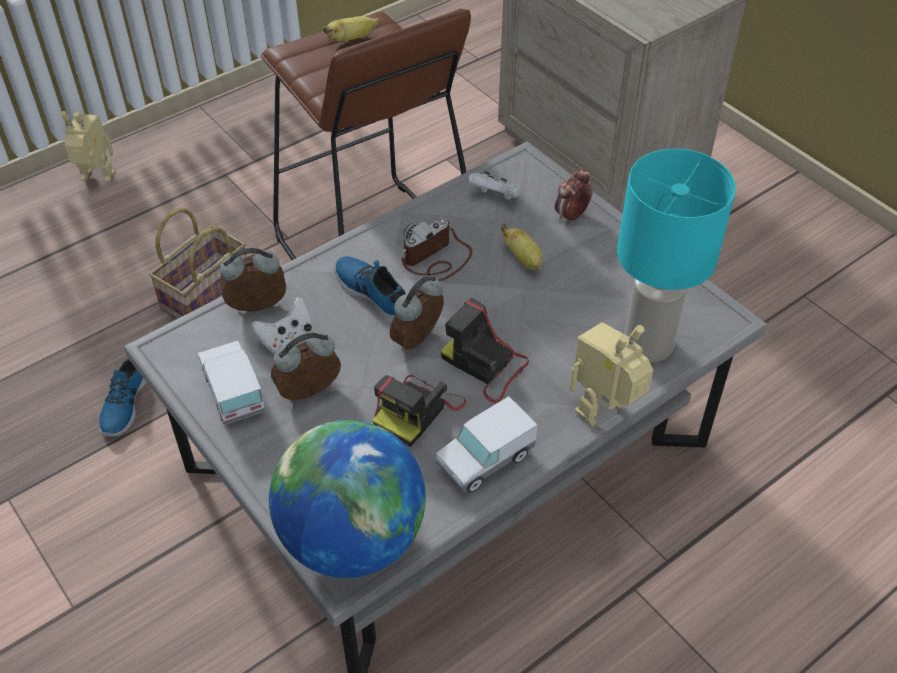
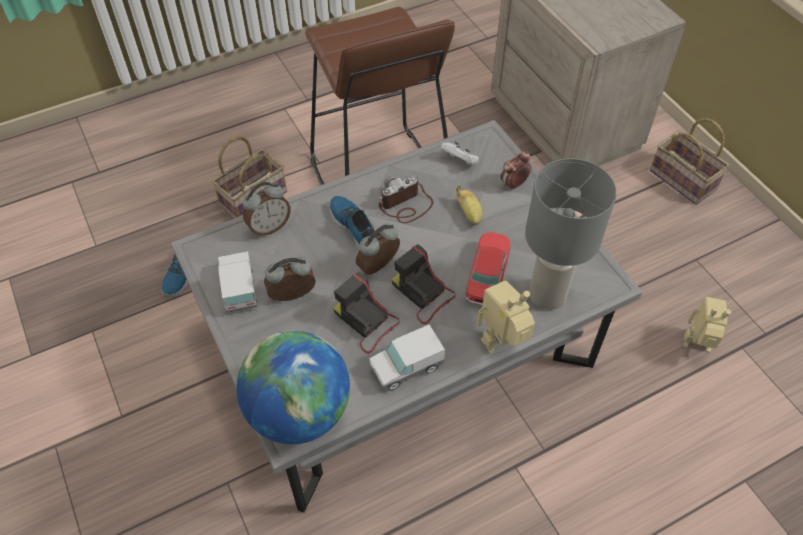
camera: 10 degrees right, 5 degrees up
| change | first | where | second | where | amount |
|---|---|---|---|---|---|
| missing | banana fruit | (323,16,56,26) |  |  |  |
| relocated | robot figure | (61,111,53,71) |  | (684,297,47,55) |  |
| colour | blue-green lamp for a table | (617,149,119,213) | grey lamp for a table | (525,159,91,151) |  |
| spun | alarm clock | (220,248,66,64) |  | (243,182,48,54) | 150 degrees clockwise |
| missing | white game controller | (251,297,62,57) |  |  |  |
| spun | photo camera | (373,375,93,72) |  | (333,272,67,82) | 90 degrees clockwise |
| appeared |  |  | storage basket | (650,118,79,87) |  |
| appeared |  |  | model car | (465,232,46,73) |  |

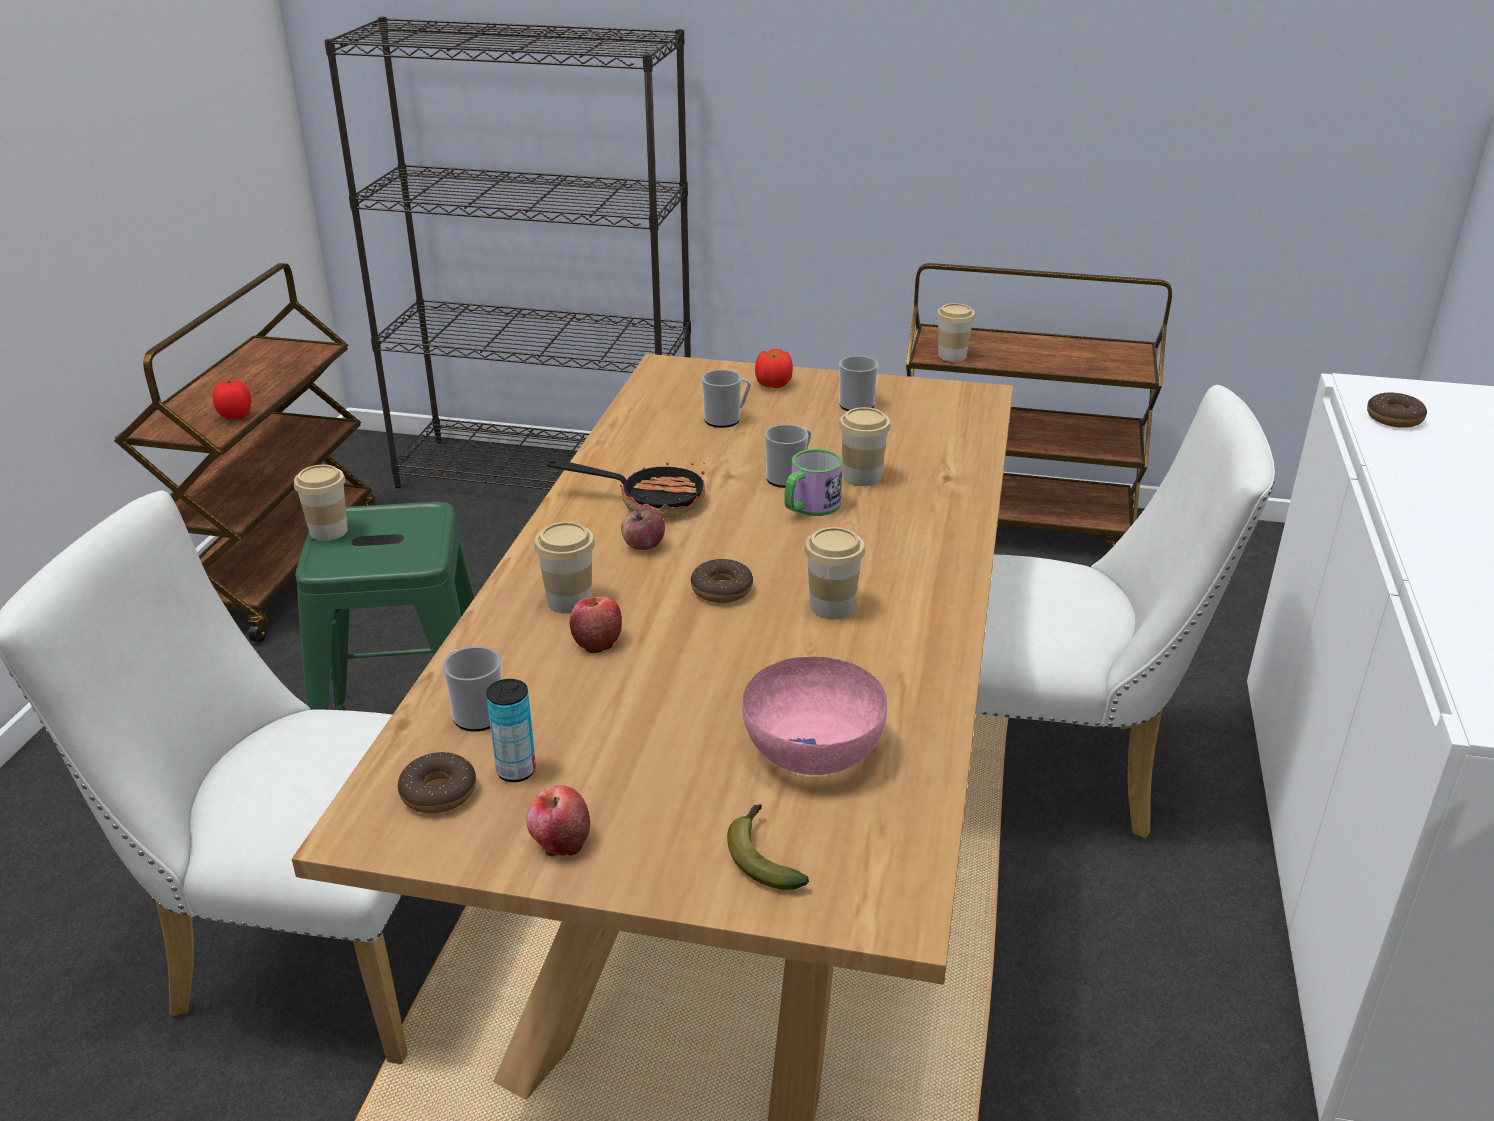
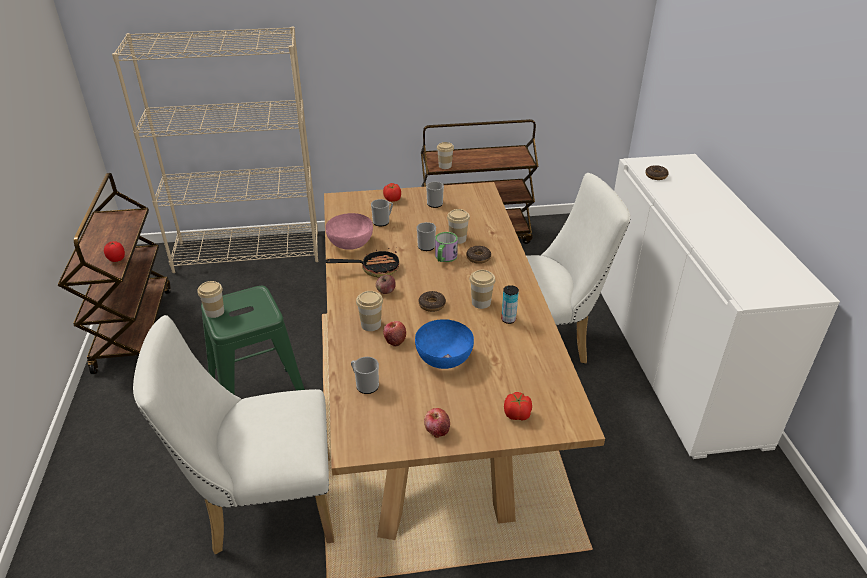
camera: 20 degrees left, 5 degrees up
| change | first | where | second | where | amount |
|---|---|---|---|---|---|
| colour | blackish bookshelf | (324,17,367,473) | sand-coloured bookshelf | (112,27,206,246) |  |
| relocated | pinkish deep dish | (742,657,145,118) |  | (326,213,47,37) |  |
| relocated | can | (486,679,50,103) |  | (501,285,18,39) |  |
| relocated | donut | (398,752,78,61) |  | (466,246,25,18) |  |
| exchanged | banana fruit | (727,804,82,86) | whole tomato | (504,392,28,29) |  |
| appeared |  |  | blue deep dish | (415,319,59,50) |  |

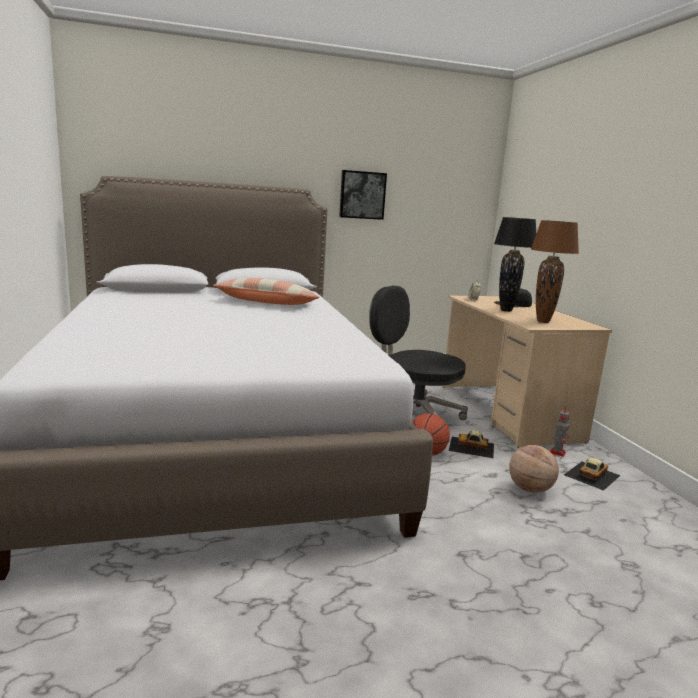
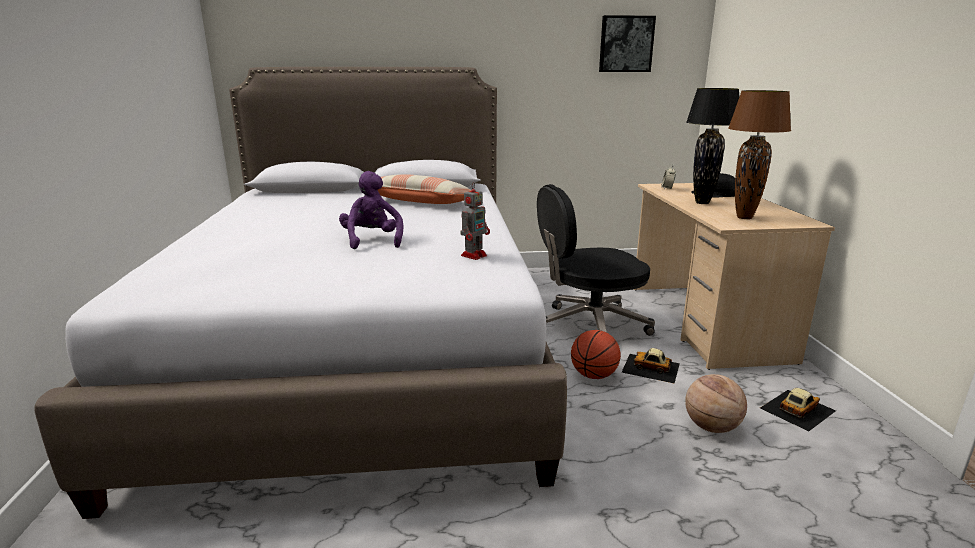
camera: 10 degrees right, 5 degrees up
| change | first | where | second | where | amount |
|---|---|---|---|---|---|
| relocated | picture | (339,170,48,50) |  | (599,15,57,57) |  |
| spun | blackish office chair | (369,286,99,134) |  | (537,184,118,152) | 60 degrees counterclockwise |
| relocated | robot figure | (550,407,20,50) |  | (461,182,29,78) |  |
| appeared |  |  | purple cuddly toy | (339,171,65,78) |  |

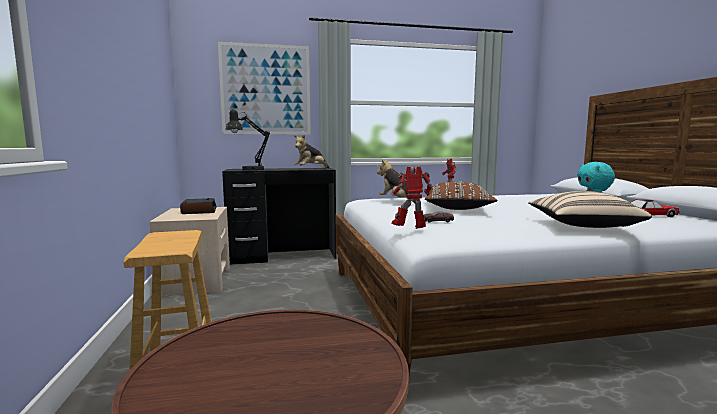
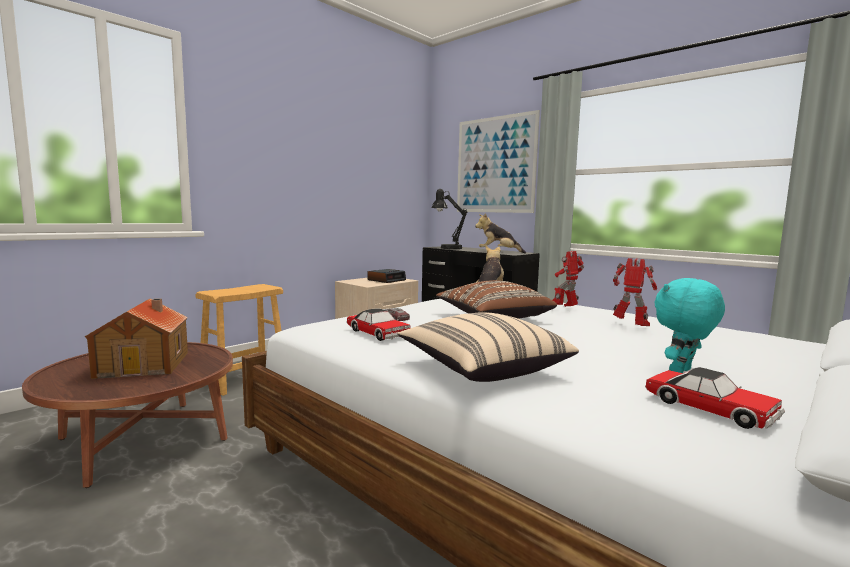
camera: 55 degrees right, 0 degrees up
| change | first | where | second | where | amount |
|---|---|---|---|---|---|
| relocated | robot figure | (392,167,40,62) |  | (613,258,44,68) |  |
| appeared |  |  | model house | (84,299,104,80) |  |
| appeared |  |  | model car | (347,309,63,32) |  |

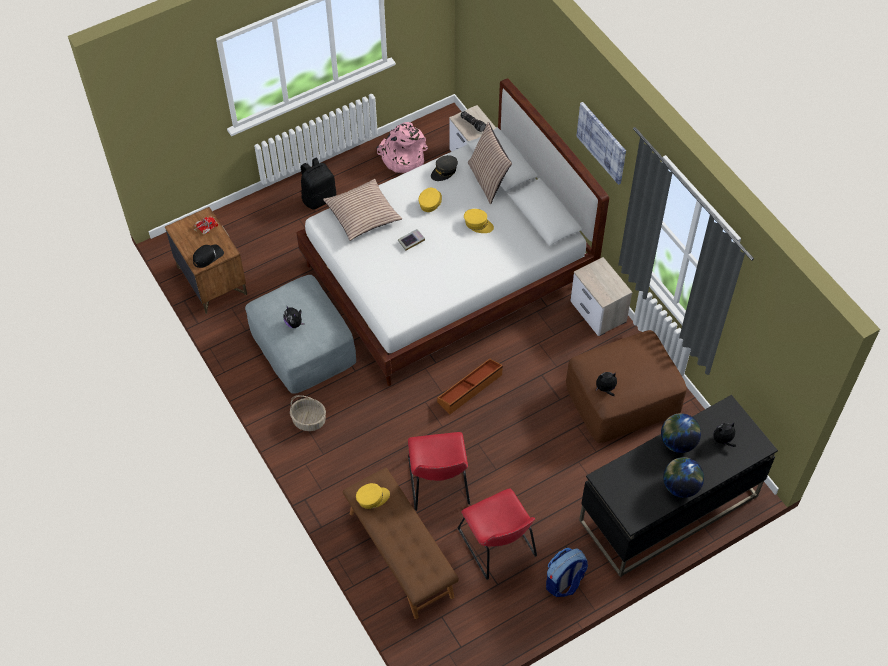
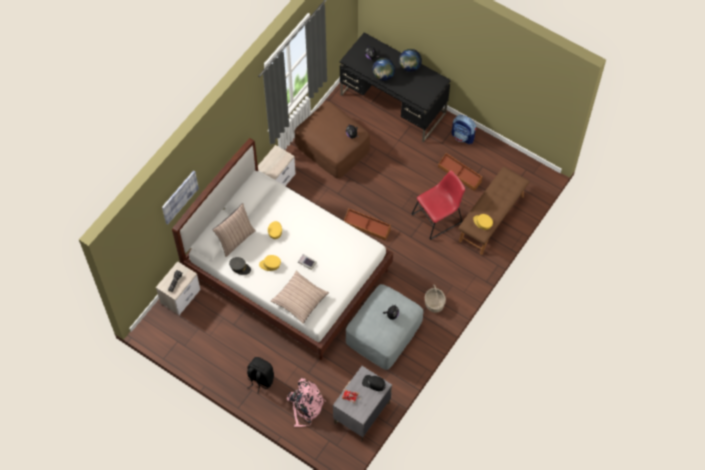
camera: 115 degrees left, 5 degrees up
| change | first | where | second | where | amount |
|---|---|---|---|---|---|
| relocated | picture | (576,102,50,83) |  | (162,170,37,55) |  |
| relocated | pinkish rucksack | (376,122,52,51) |  | (287,378,39,49) |  |
| colour | brownish night table | (165,207,82,107) | grey night table | (333,366,59,76) |  |
| exchanged | reddish plain chair | (458,488,79,92) | brownish storage bin | (438,153,44,38) |  |

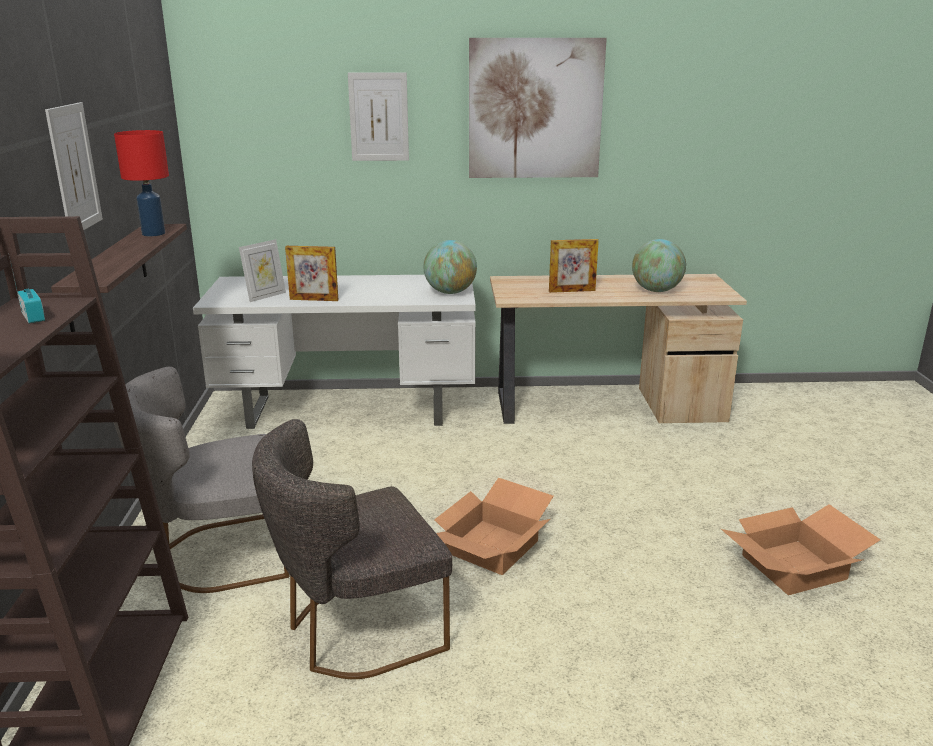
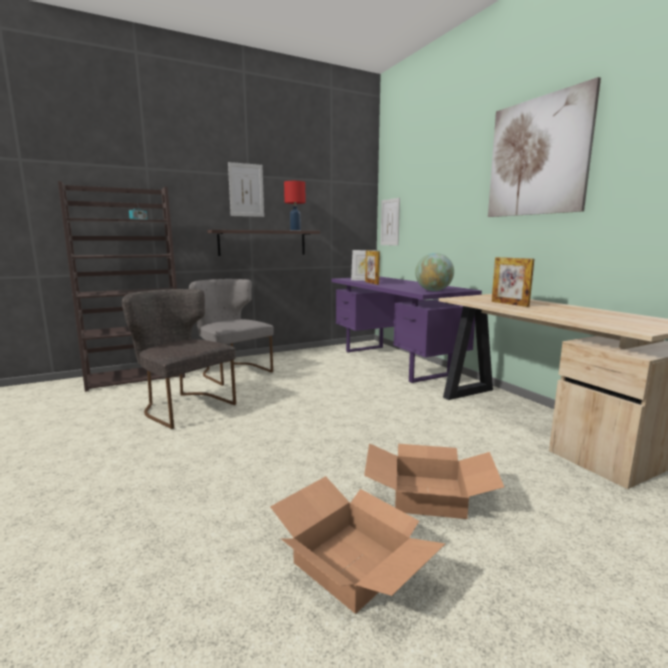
camera: 65 degrees right, 10 degrees down
| change | first | where | second | where | amount |
|---|---|---|---|---|---|
| relocated | picture | (348,72,61,89) |  | (381,198,19,48) |  |
| missing | desk globe | (632,239,54,53) |  |  |  |
| colour | white desk table | (193,275,283,154) | purple desk table | (331,276,151,107) |  |
| relocated | packing box | (434,478,120,97) |  | (364,443,140,76) |  |

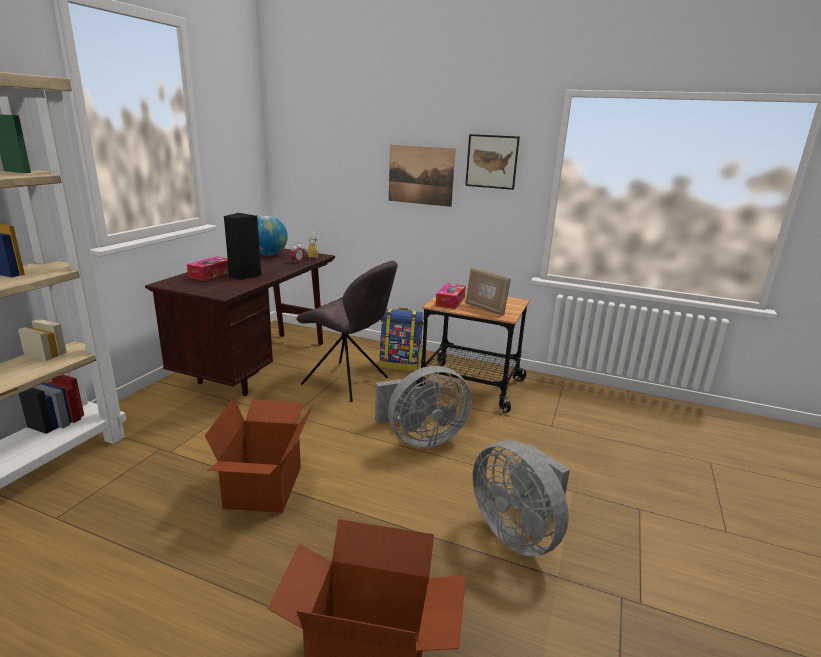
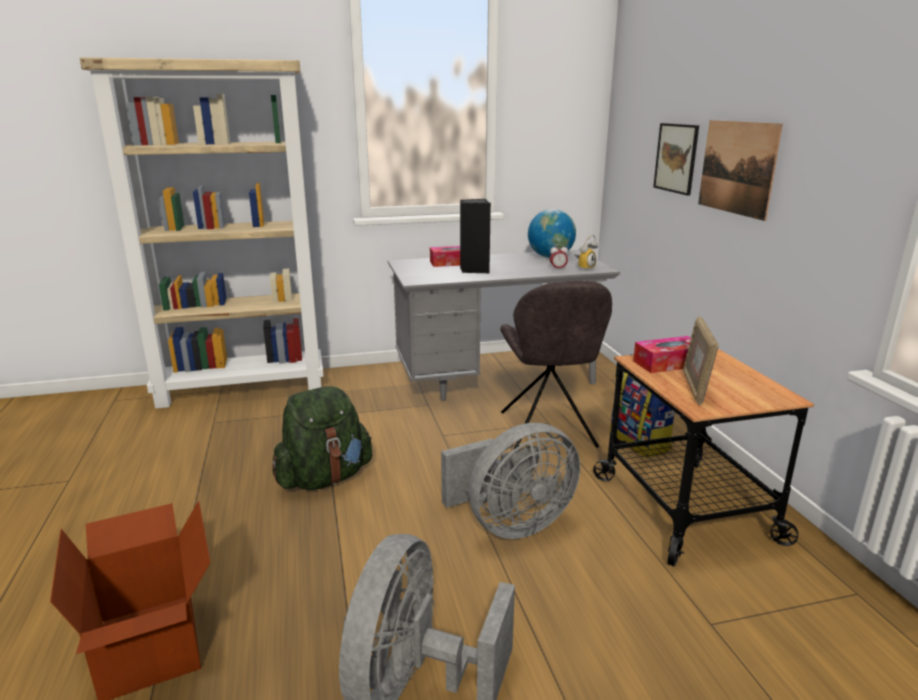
camera: 55 degrees right, 0 degrees up
| change | first | where | second | where | amount |
|---|---|---|---|---|---|
| relocated | picture | (465,134,55,56) |  | (653,123,46,73) |  |
| colour | brownish desk table | (145,248,190,148) | grey desk table | (387,250,233,151) |  |
| spun | grey fan | (375,366,97,82) |  | (441,423,139,116) | 60 degrees counterclockwise |
| exchanged | packing box | (205,397,109,116) | green-coloured rucksack | (272,386,100,104) |  |

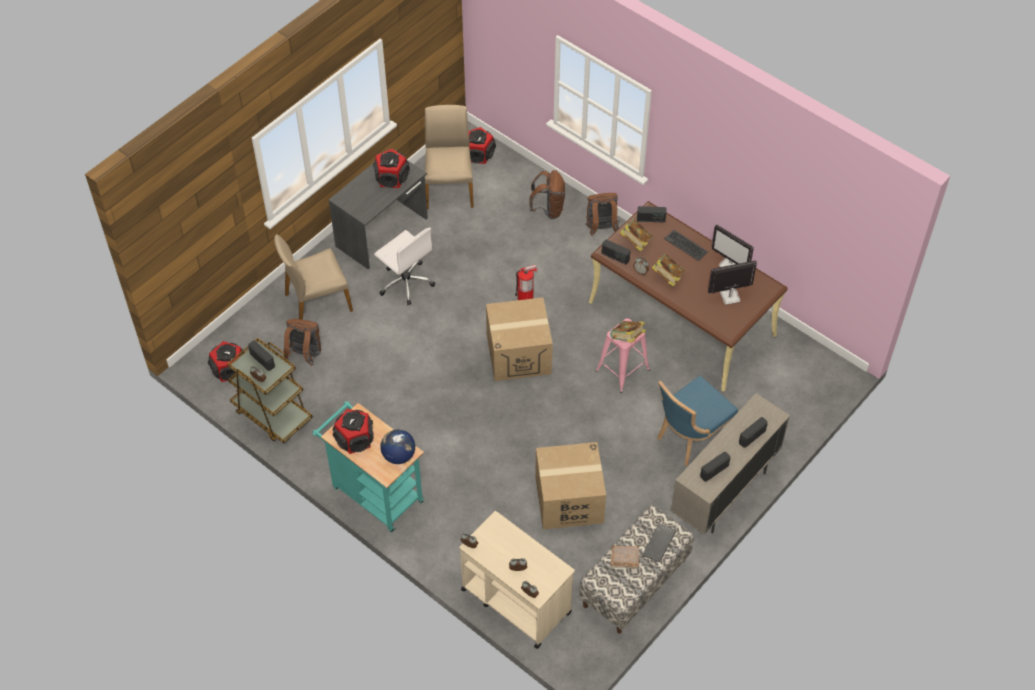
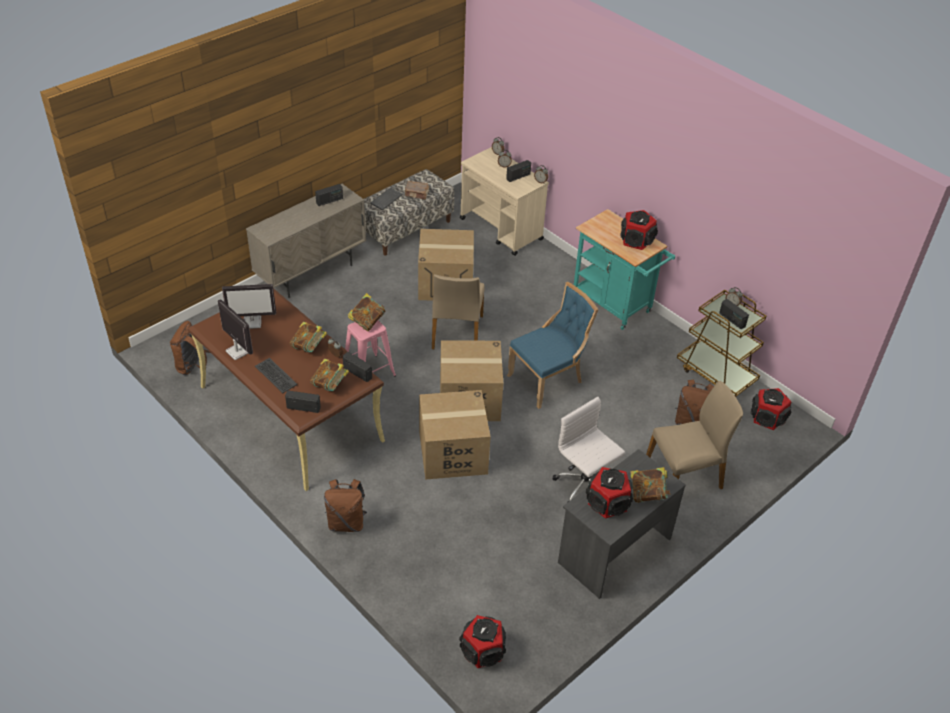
camera: 175 degrees left, 10 degrees down
| change | first | where | second | where | amount |
|---|---|---|---|---|---|
| relocated | sand-coloured plain chair | (425,105,49,104) |  | (432,274,53,75) |  |
| relocated | brownish rucksack | (529,170,36,49) |  | (170,321,40,54) |  |
| exchanged | fire extinguisher | (515,264,22,36) | packing box | (419,390,72,90) |  |
| relocated | blue plain chair | (657,376,81,90) |  | (507,282,92,127) |  |
| relocated | radio set | (739,417,29,31) |  | (506,160,25,22) |  |
| missing | desk globe | (380,429,35,35) |  |  |  |
| appeared |  |  | bound book | (630,467,40,36) |  |

